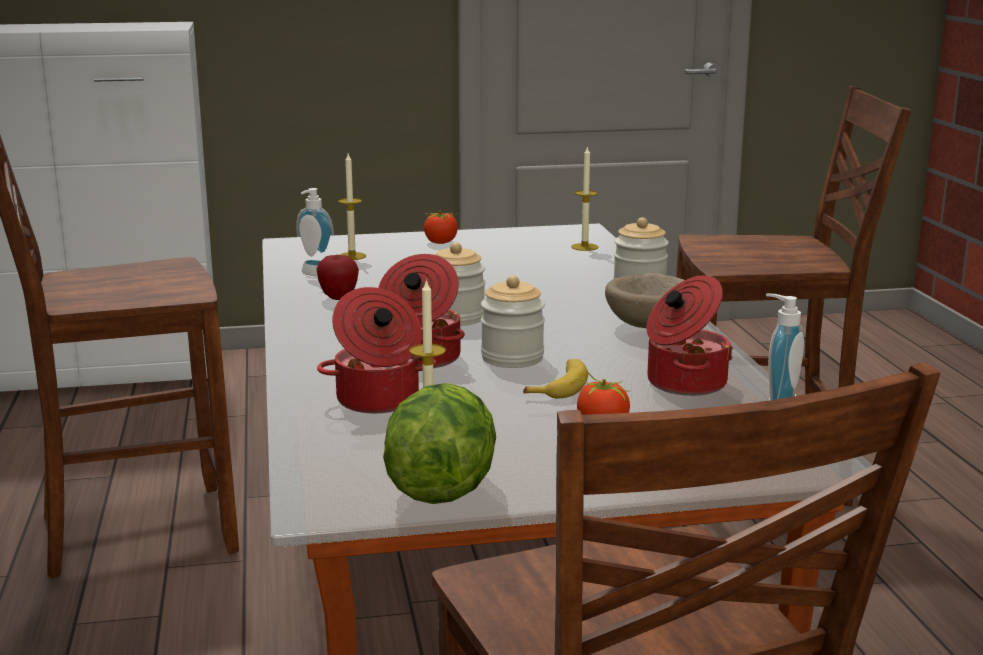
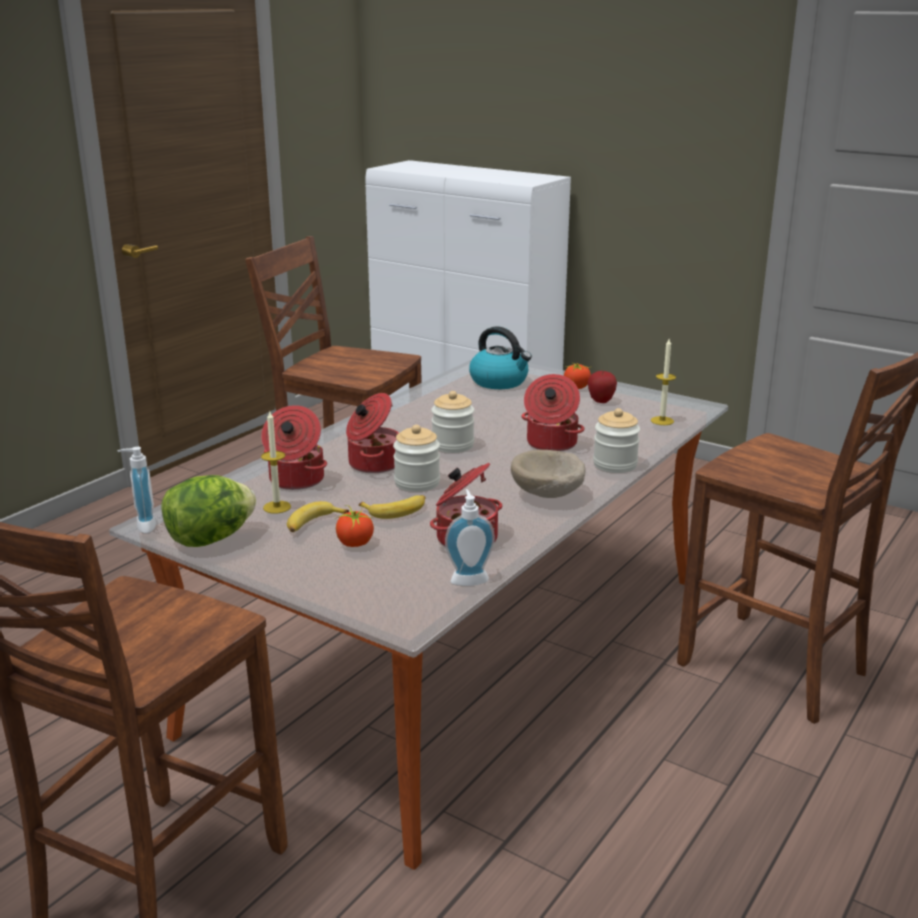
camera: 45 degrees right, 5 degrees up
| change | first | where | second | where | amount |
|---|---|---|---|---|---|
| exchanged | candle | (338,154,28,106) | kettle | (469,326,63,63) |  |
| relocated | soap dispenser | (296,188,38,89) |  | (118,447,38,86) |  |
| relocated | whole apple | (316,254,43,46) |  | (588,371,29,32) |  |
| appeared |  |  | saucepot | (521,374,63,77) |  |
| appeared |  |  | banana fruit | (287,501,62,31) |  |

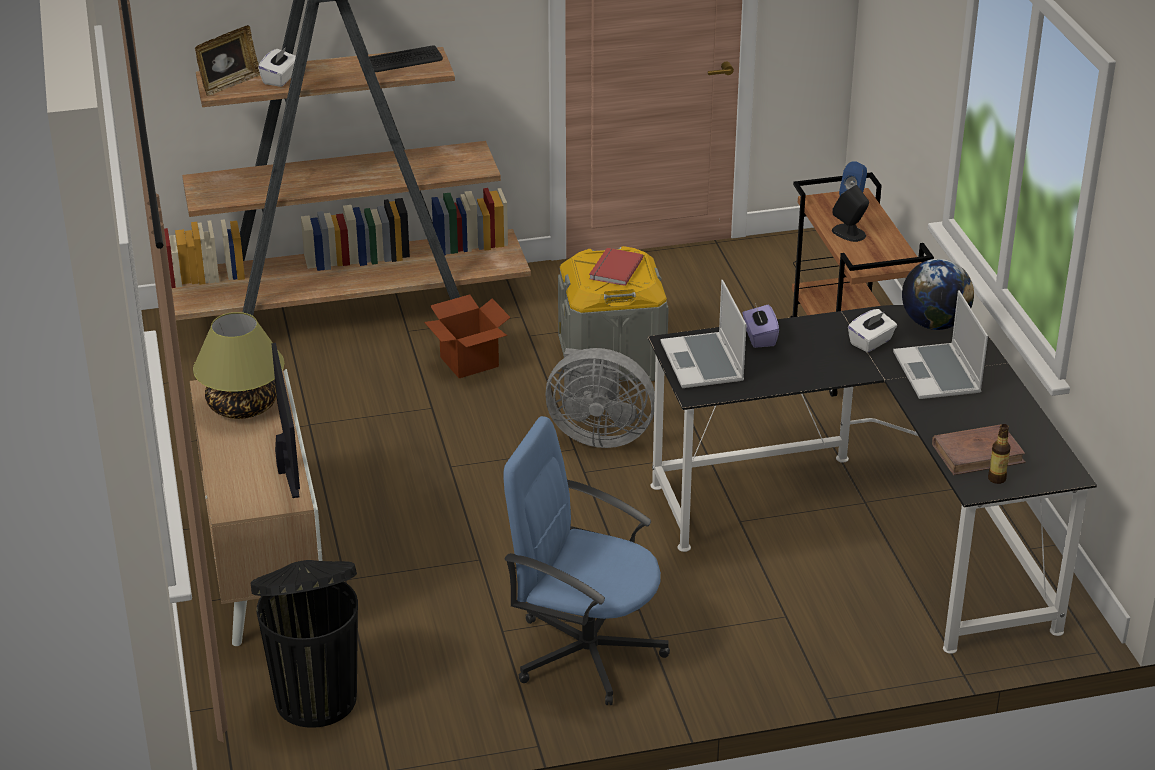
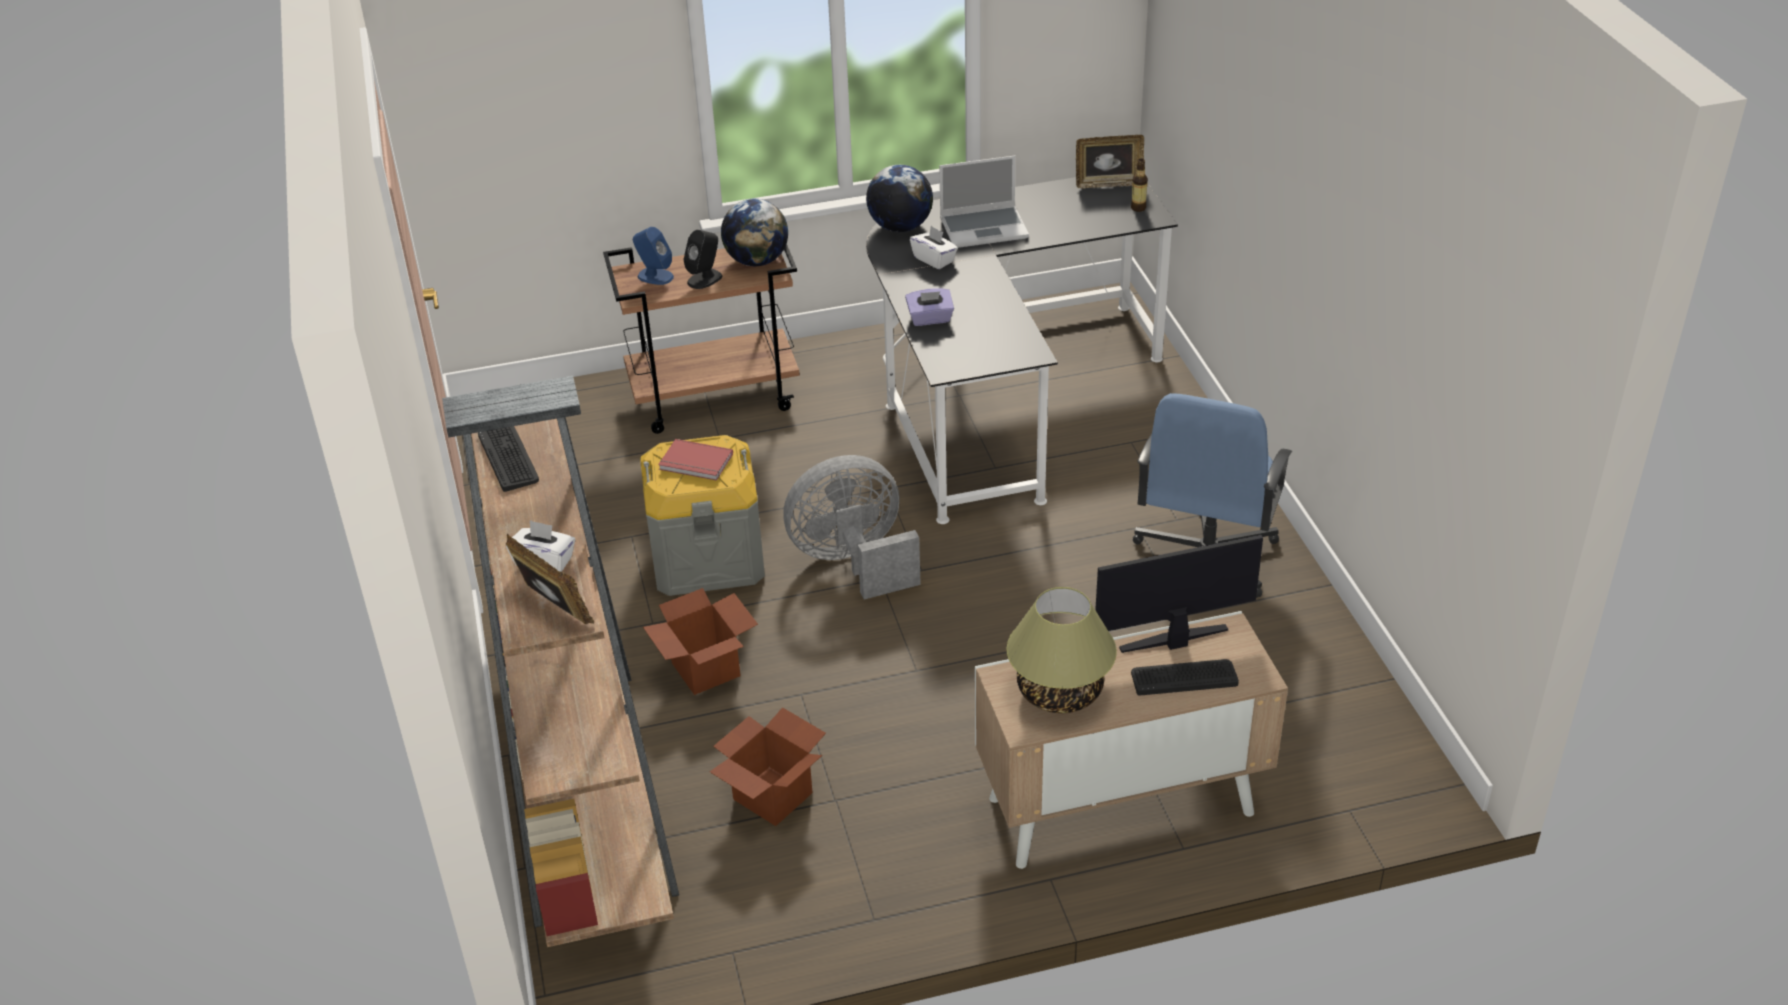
camera: 90 degrees left, 5 degrees up
| change | first | where | second | where | amount |
|---|---|---|---|---|---|
| missing | laptop | (661,280,86,108) |  |  |  |
| spun | grey fan | (545,348,110,100) |  | (783,455,138,144) | 120 degrees counterclockwise |
| missing | brownish bound book | (932,425,94,50) |  |  |  |
| missing | blackish waste bin | (251,560,107,168) |  |  |  |
| appeared |  |  | photo frame | (1076,135,68,53) |  |
| appeared |  |  | desk globe | (721,199,67,67) |  |
| appeared |  |  | computer keyboard | (1131,659,108,36) |  |
| appeared |  |  | packing box | (709,707,117,119) |  |

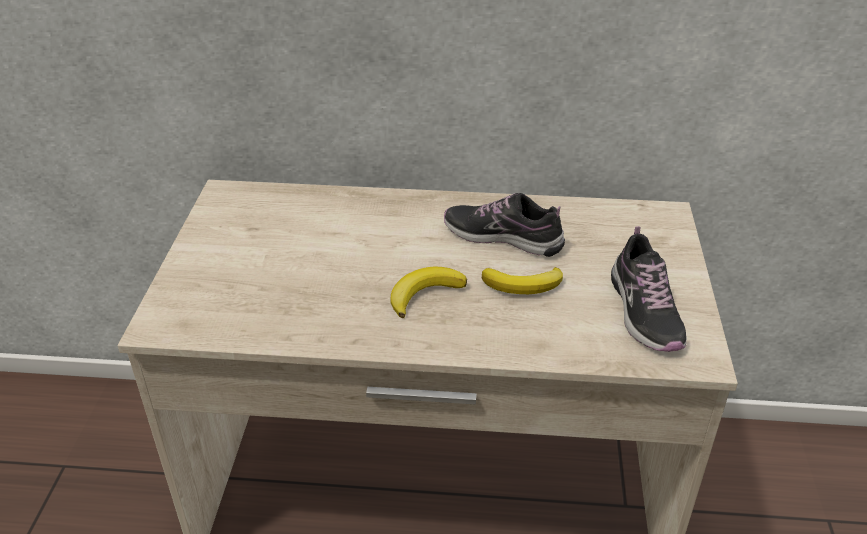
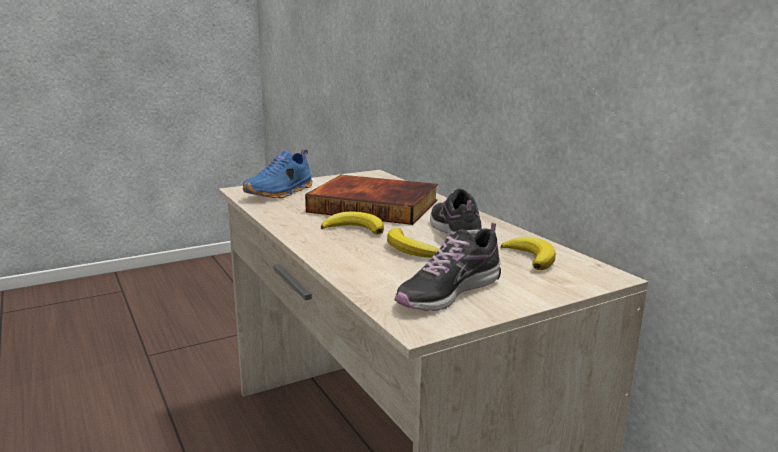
camera: 55 degrees right, 20 degrees down
| change | first | where | second | where | amount |
|---|---|---|---|---|---|
| appeared |  |  | blue low shoe | (243,149,69,49) |  |
| appeared |  |  | bound book | (305,175,133,50) |  |
| appeared |  |  | banana fruit | (501,237,55,33) |  |

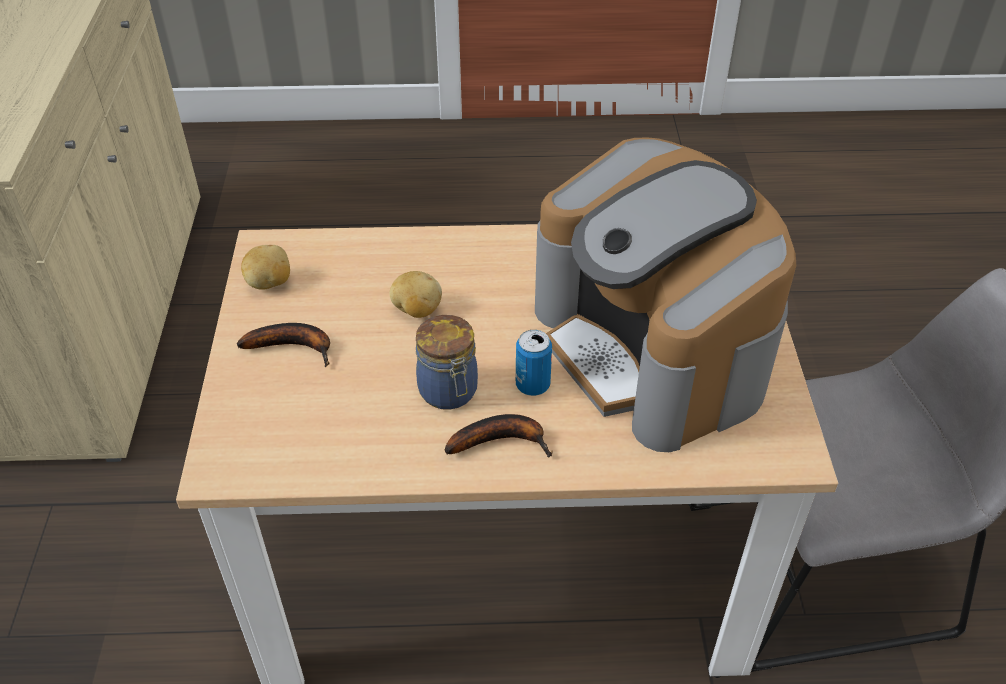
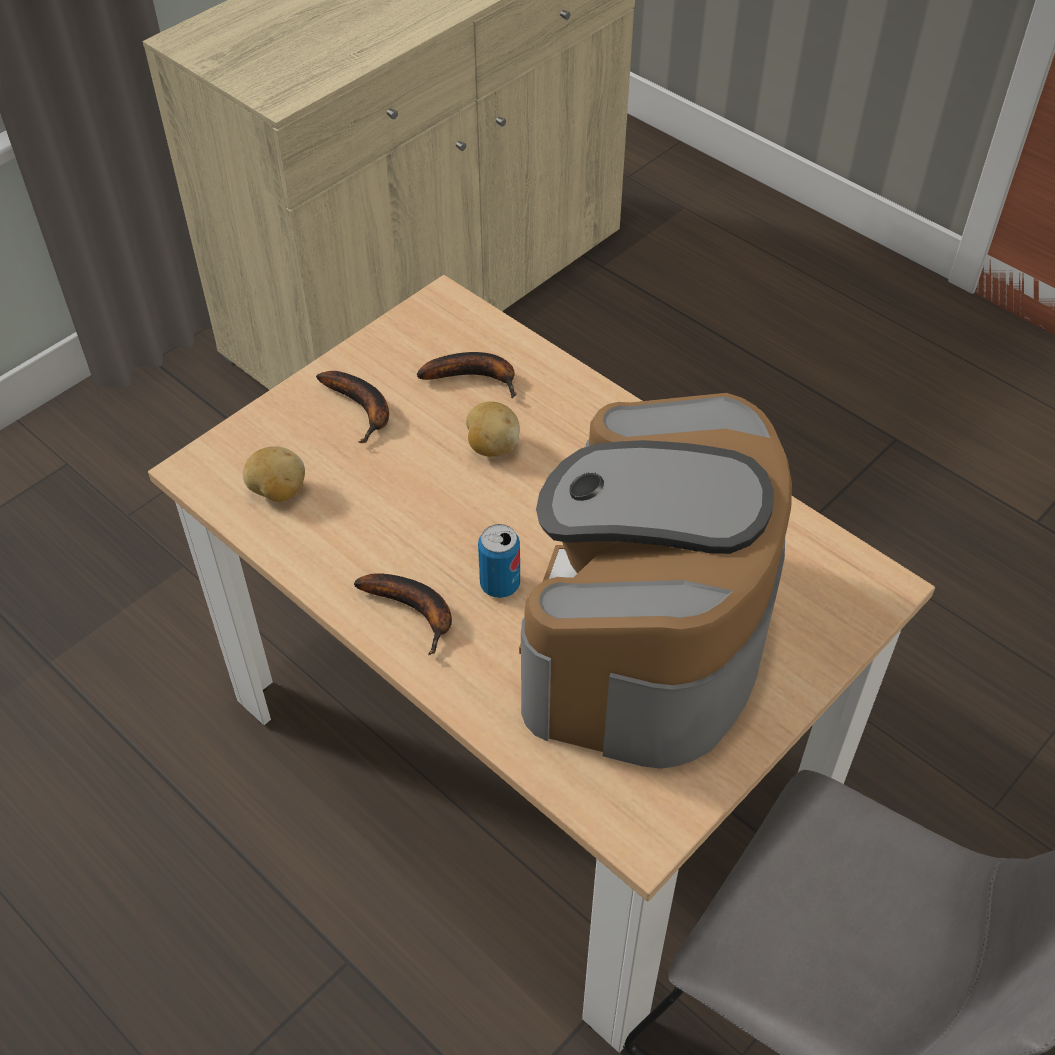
camera: 45 degrees right, 5 degrees up
| change | first | where | second | where | amount |
|---|---|---|---|---|---|
| relocated | potato | (241,245,49,45) |  | (243,446,62,56) |  |
| missing | preserve jar | (416,315,62,95) |  |  |  |
| appeared |  |  | banana fruit | (417,352,99,46) |  |

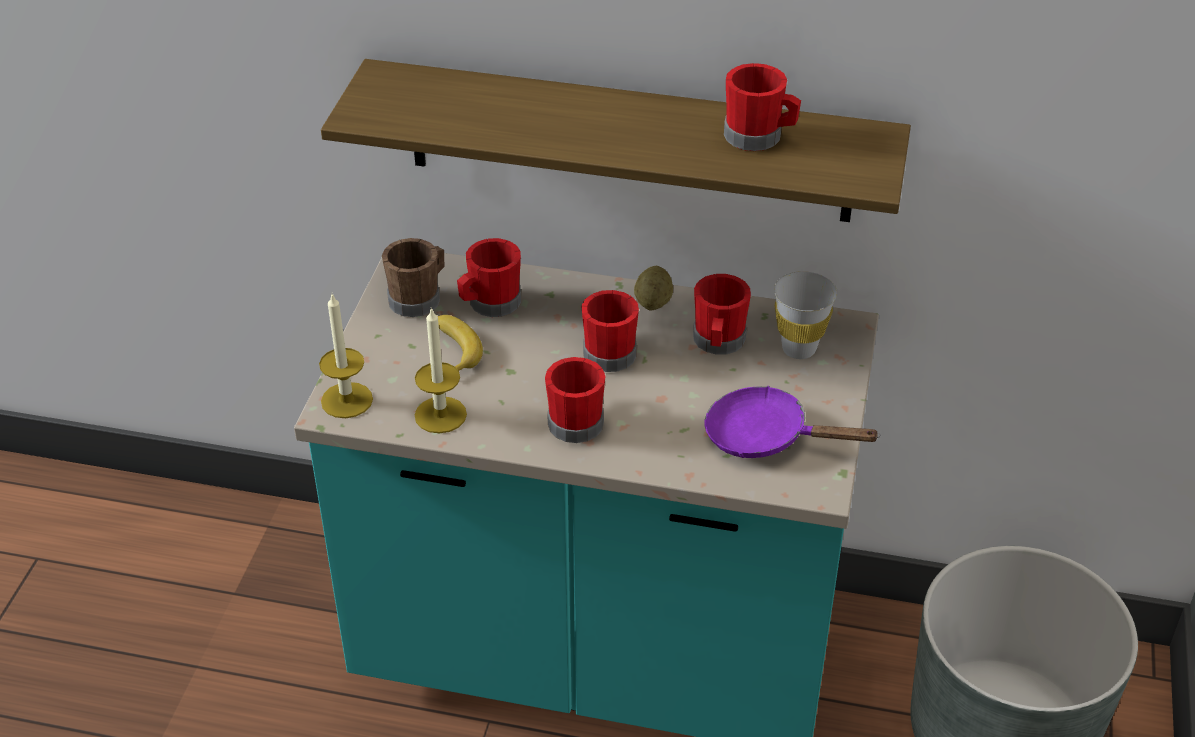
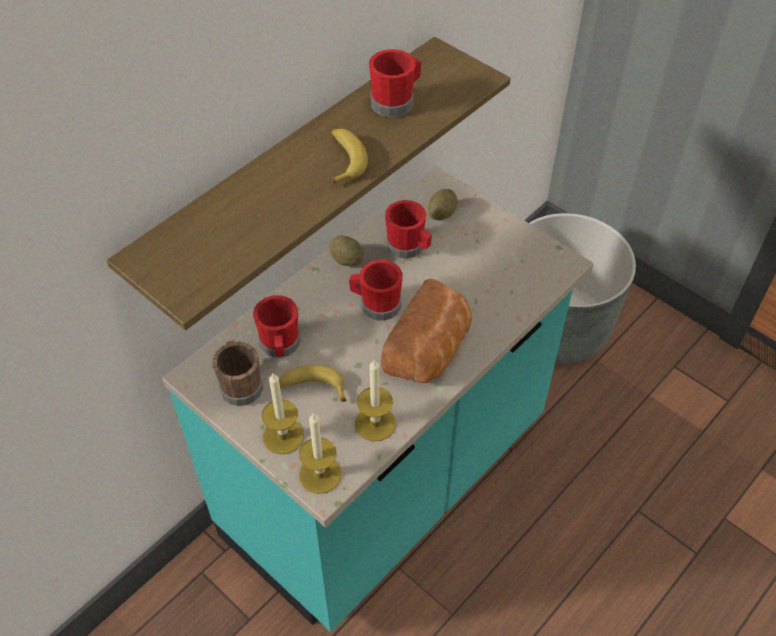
camera: 60 degrees left, 10 degrees up
| change | first | where | second | where | amount |
|---|---|---|---|---|---|
| exchanged | white cup | (774,271,63,88) | potato | (428,189,30,31) |  |
| exchanged | reddish coffee mug | (545,357,61,86) | bread | (381,279,91,104) |  |
| missing | purple frying pan | (705,386,175,72) |  |  |  |
| appeared |  |  | banana fruit | (332,129,36,55) |  |
| appeared |  |  | candle | (262,372,42,83) |  |

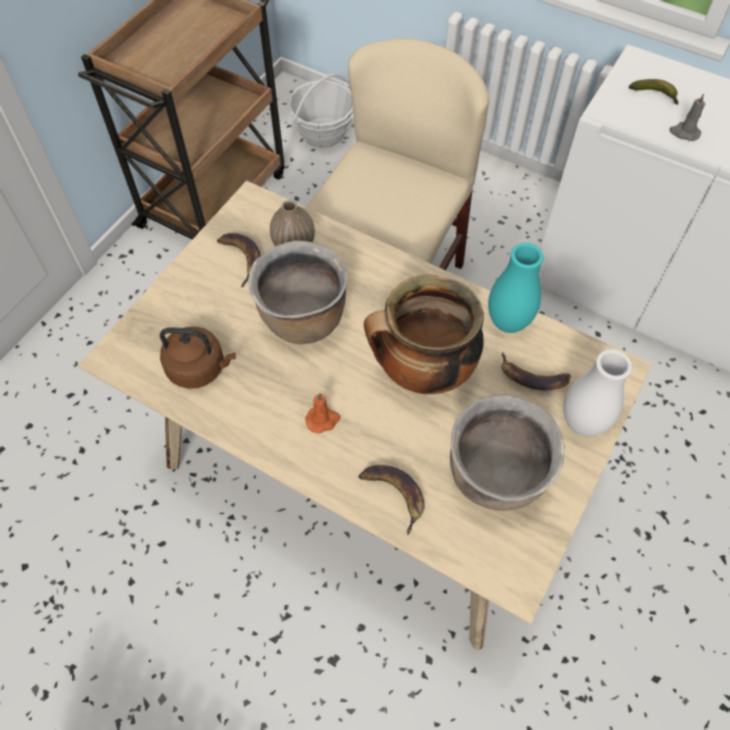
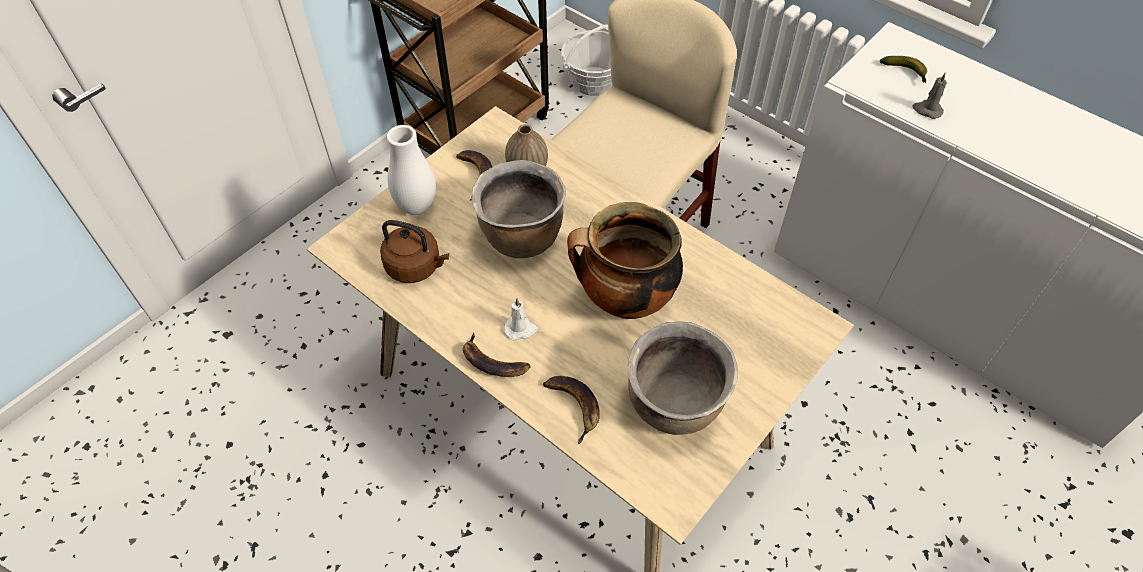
camera: 10 degrees right, 5 degrees down
| change | first | where | second | where | amount |
|---|---|---|---|---|---|
| missing | blue-green vase | (488,243,55,90) |  |  |  |
| relocated | white vase | (563,349,69,88) |  | (387,125,49,90) |  |
| relocated | banana fruit | (501,352,70,38) |  | (463,332,67,45) |  |
| colour | orangey candle | (305,393,35,41) | white candle | (504,298,34,42) |  |

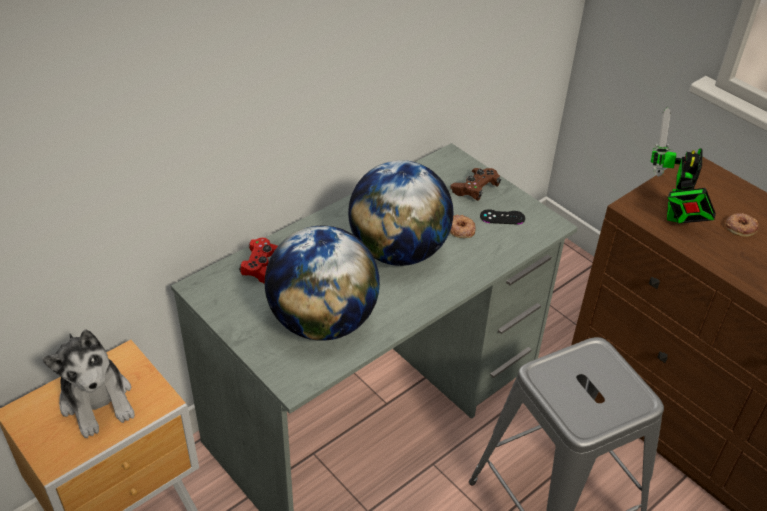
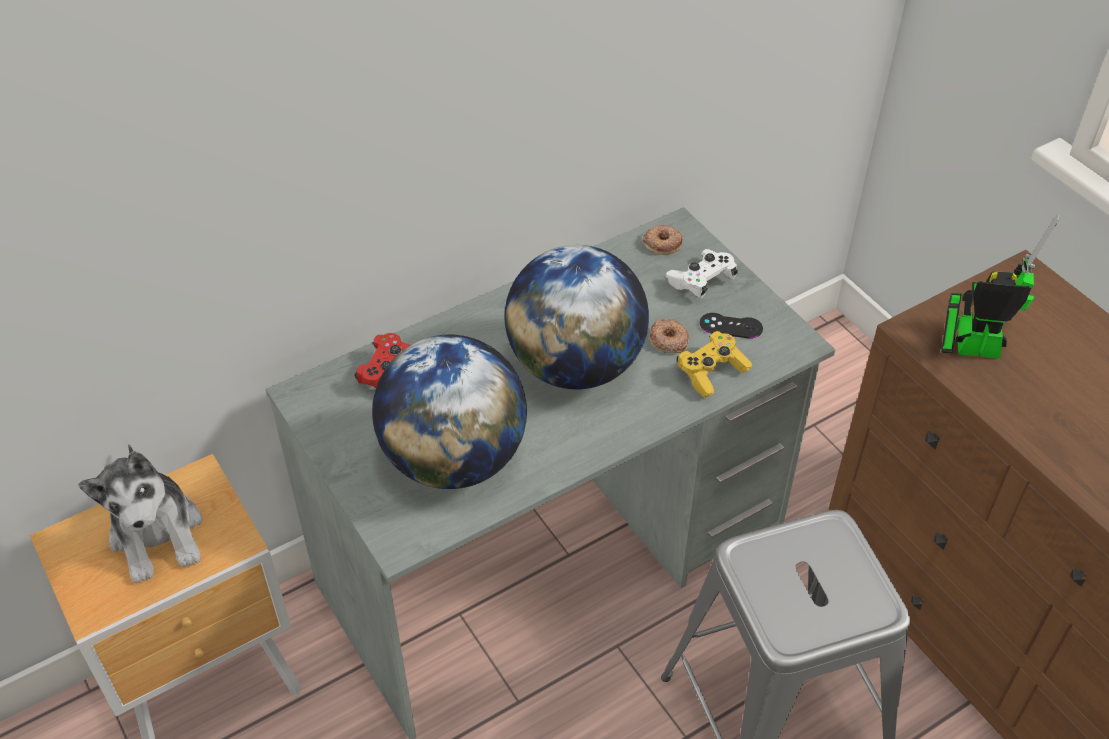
camera: 10 degrees right, 5 degrees up
| change | first | where | second | where | amount |
|---|---|---|---|---|---|
| spun | robot figure | (651,107,65,116) |  | (941,214,119,145) | 75 degrees clockwise |
| colour | brownish game controller | (450,168,51,33) | white game controller | (666,249,72,50) |  |
| relocated | donut | (725,213,34,24) |  | (643,225,40,30) |  |
| appeared |  |  | yellowish game controller | (677,331,75,67) |  |

